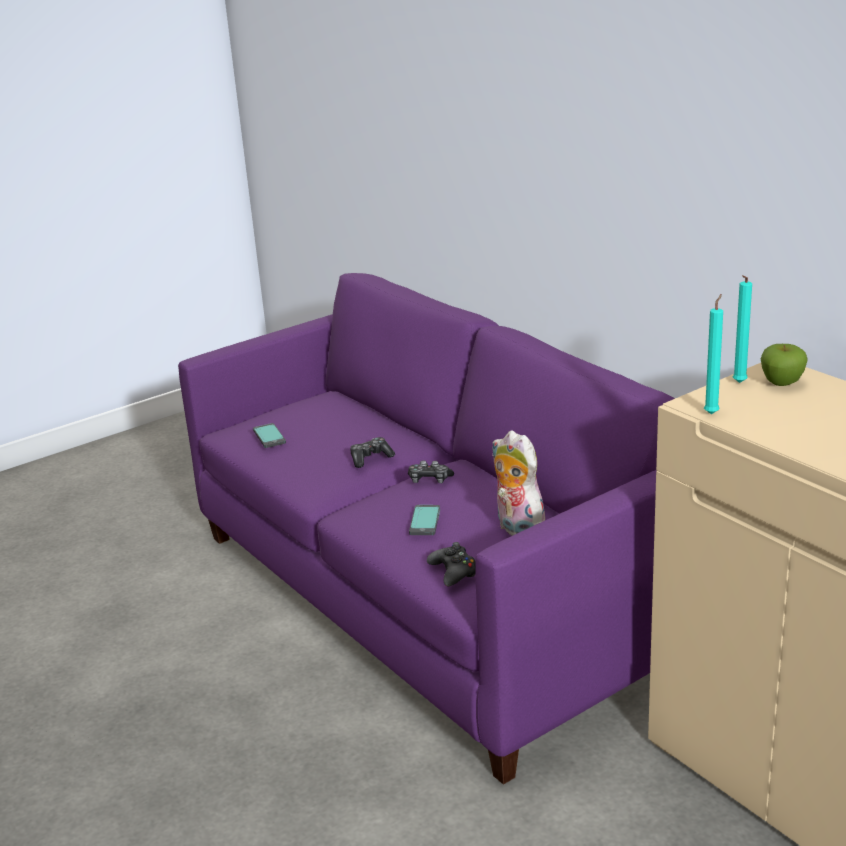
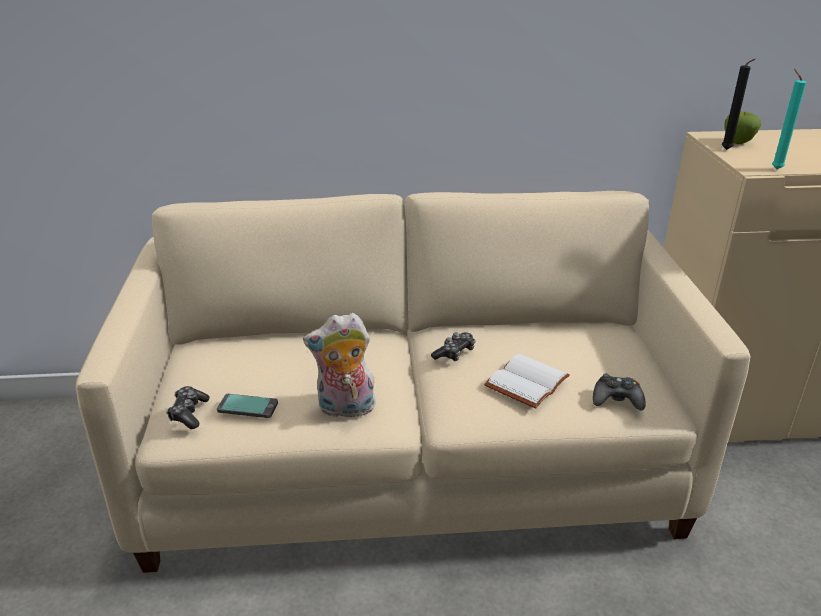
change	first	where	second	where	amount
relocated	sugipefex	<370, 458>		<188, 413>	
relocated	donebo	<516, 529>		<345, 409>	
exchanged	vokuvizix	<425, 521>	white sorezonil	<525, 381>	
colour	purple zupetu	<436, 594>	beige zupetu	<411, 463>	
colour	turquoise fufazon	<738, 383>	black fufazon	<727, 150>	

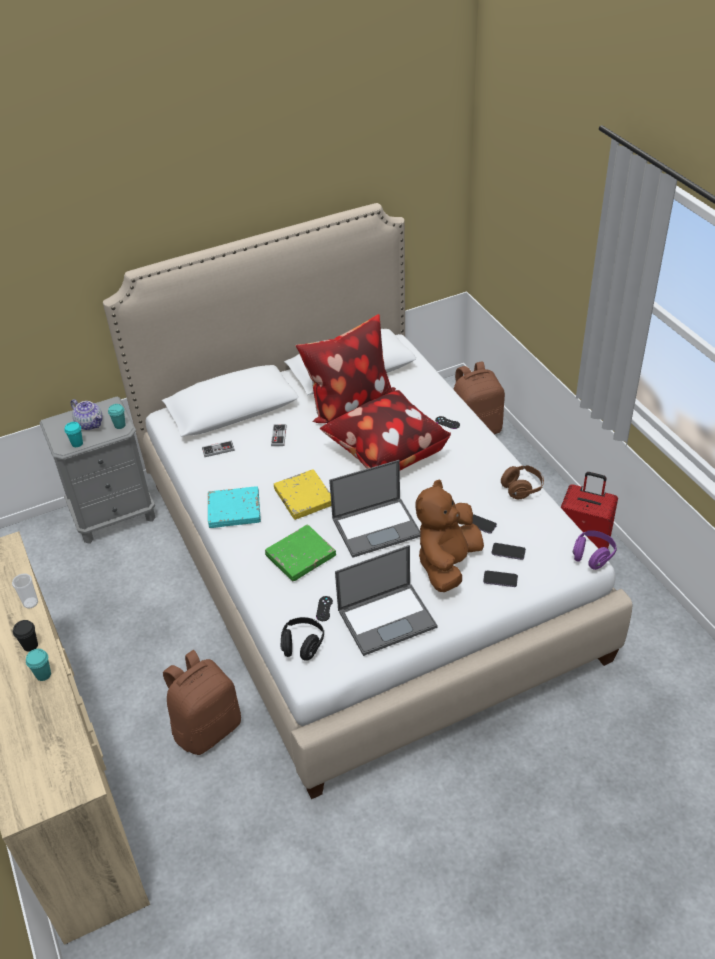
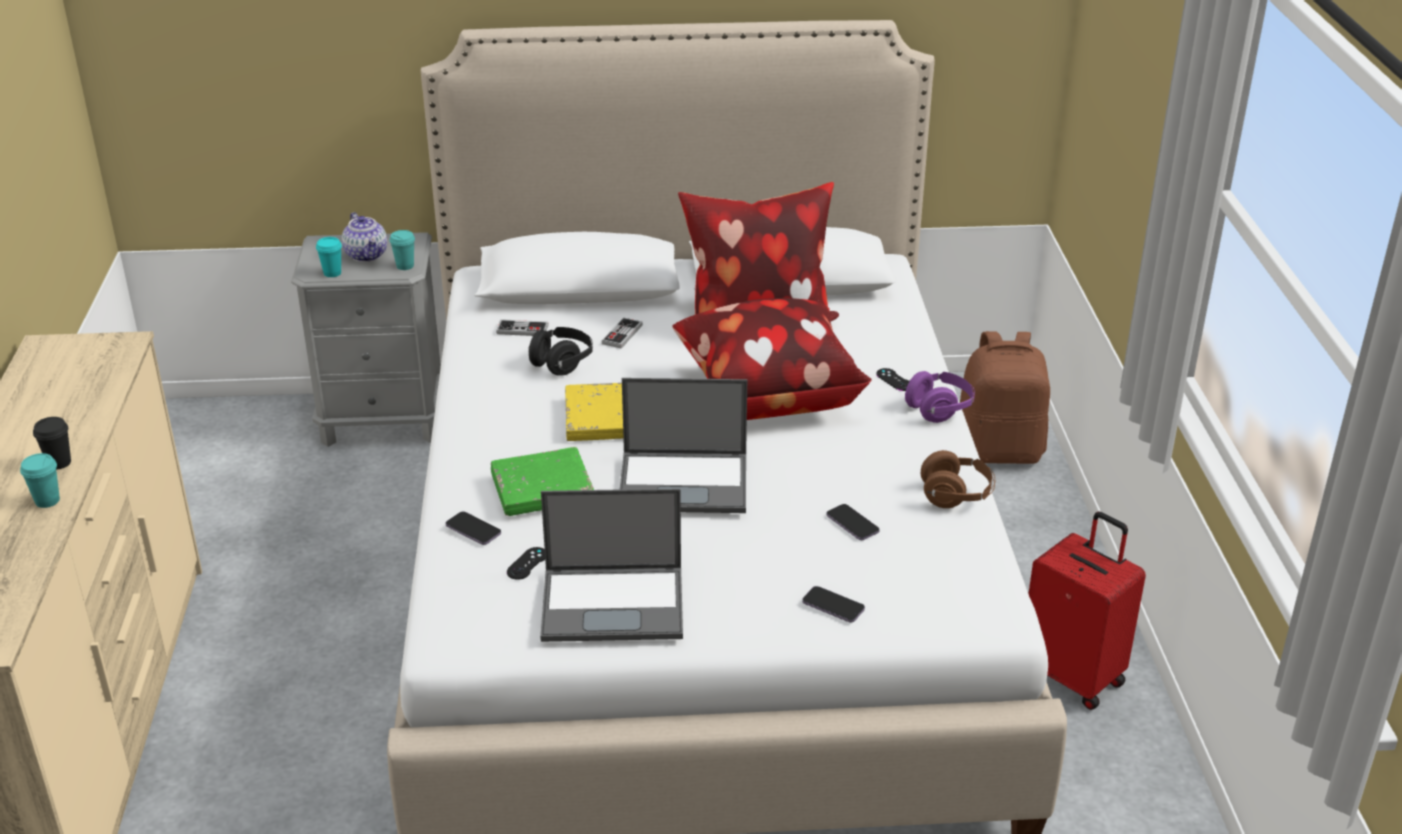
change	first	where	second	where	amount
missing	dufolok	<30, 603>			
missing	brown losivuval	<207, 727>			
missing	turquoise sorezonil	<234, 510>			
missing	brown donebo	<447, 564>			
relocated	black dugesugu	<302, 645>		<562, 363>	
relocated	vokuvizix	<508, 552>		<473, 530>	
relocated	purple dugesugu	<592, 556>		<939, 409>	

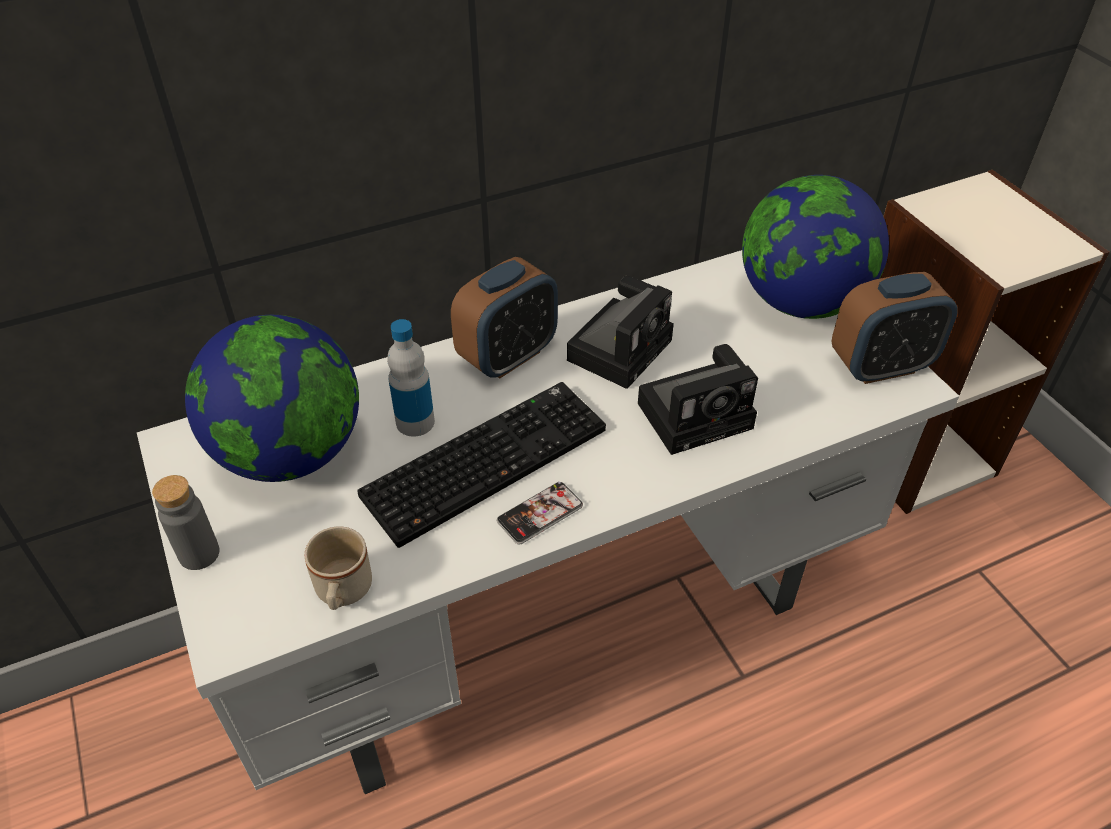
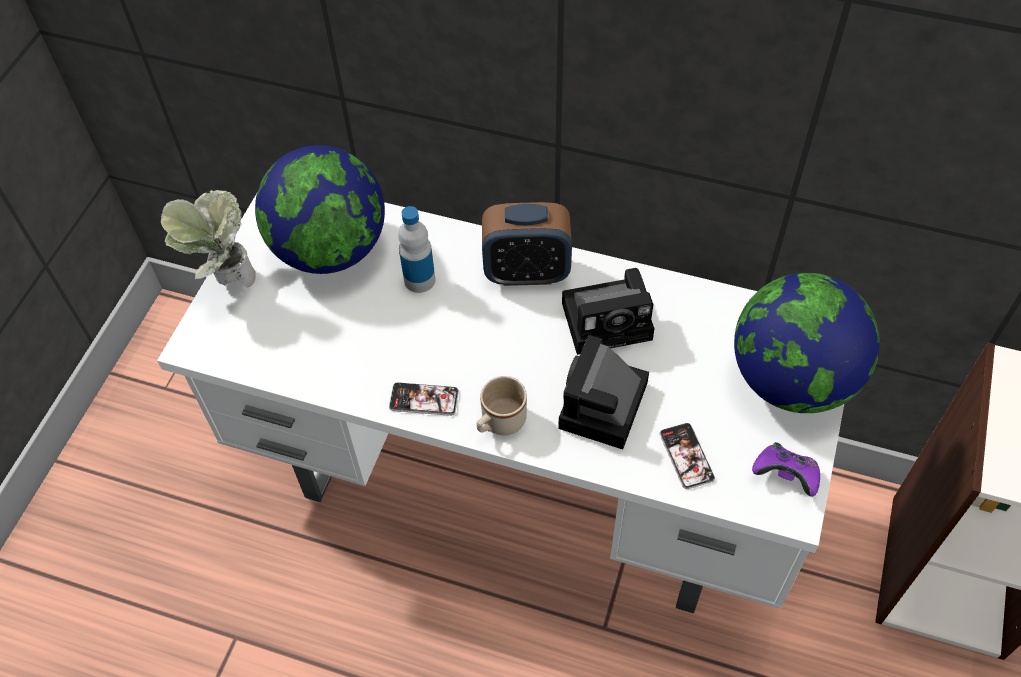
change	first	where	second	where	amount
missing	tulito	<486, 459>			
appeared			vokuvizix	<686, 456>	
relocated	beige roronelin	<343, 593>		<499, 423>	
exchanged	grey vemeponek	<199, 554>	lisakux	<227, 281>	
exchanged	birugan	<880, 366>	purple sugipefex	<785, 476>	
spun	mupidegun	<698, 414>		<603, 409>	90 degrees clockwise

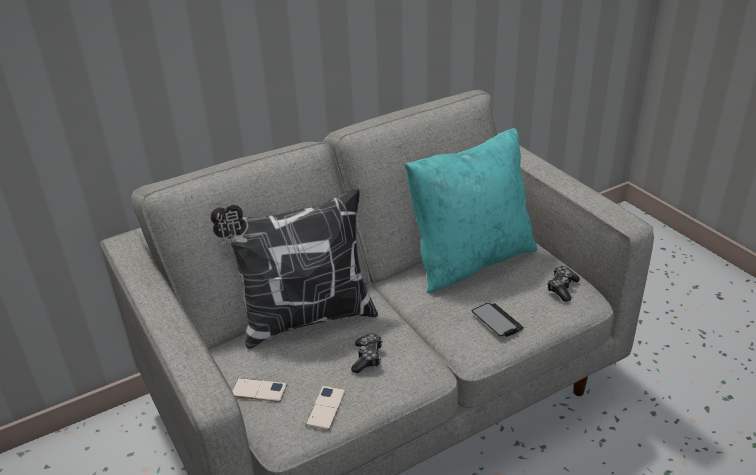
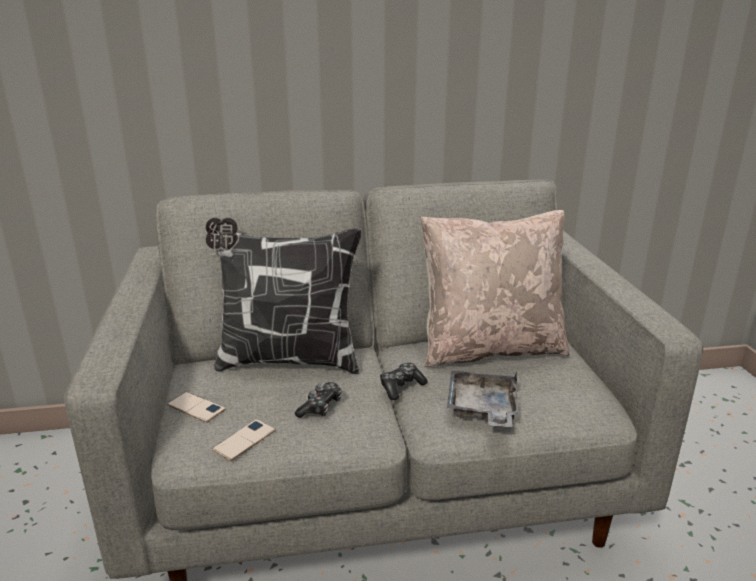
change	first	where	second	where	amount
relocated	sugipefex	<562, 288>		<401, 387>	
exchanged	vokuvizix	<497, 321>	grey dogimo	<482, 409>	
colour	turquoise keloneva	<470, 259>	beige keloneva	<490, 348>	

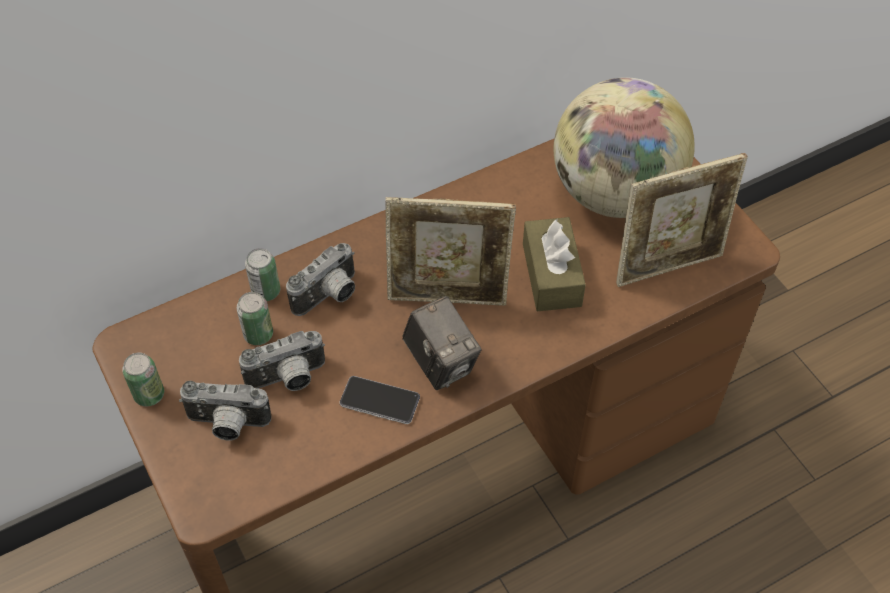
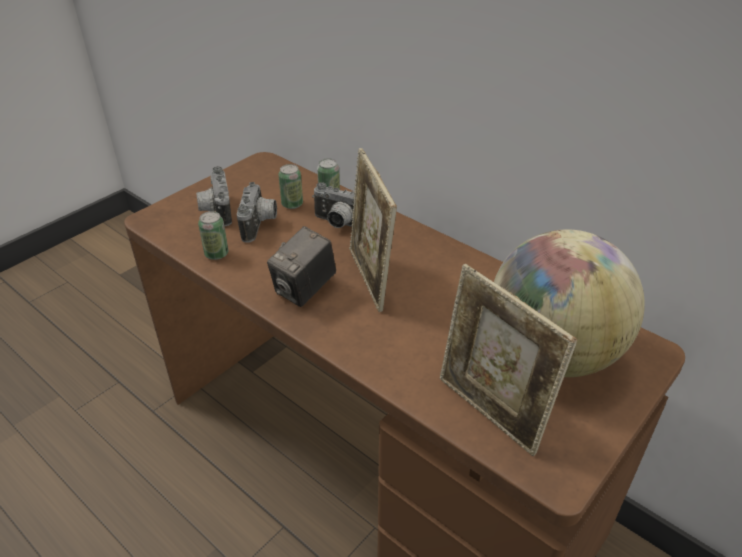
change	first	where	second	where	amount
missing	vokuvizix	<379, 401>			
missing	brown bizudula	<551, 275>			
relocated	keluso	<149, 394>		<216, 254>	
spun	mupidegun	<288, 379>		<260, 225>	135 degrees counterclockwise

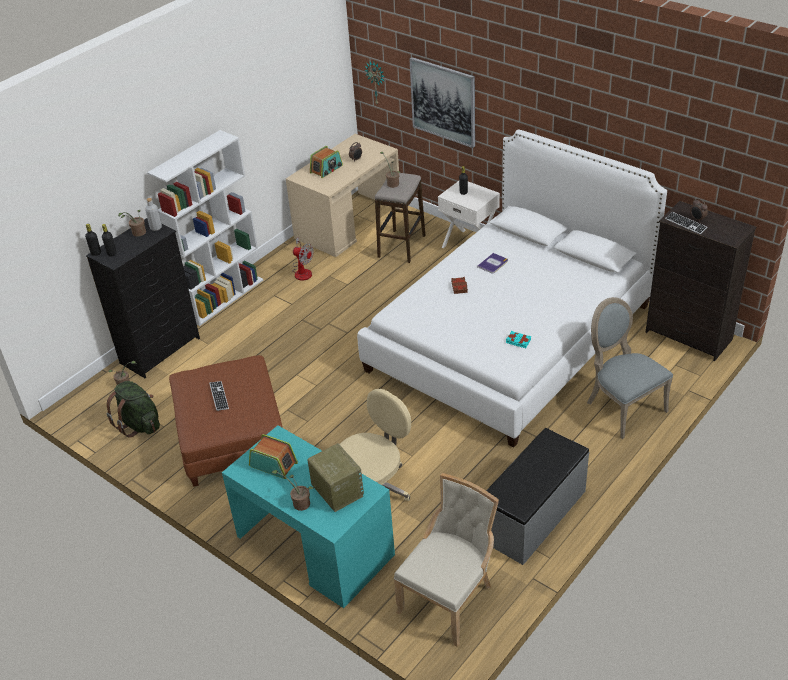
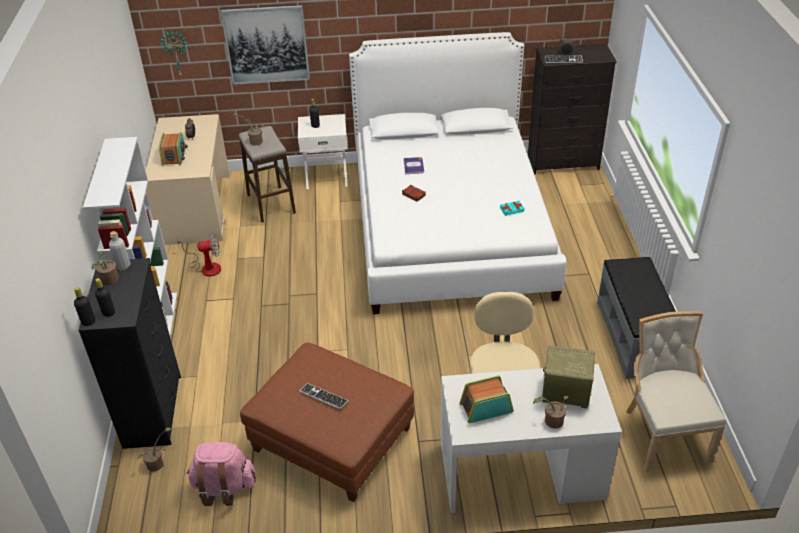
change	first	where	second	where	amount
missing	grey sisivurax	<622, 406>			
colour	green losivuval	<139, 424>	pink losivuval	<224, 487>	
colour	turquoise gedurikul	<315, 546>	white gedurikul	<521, 471>	

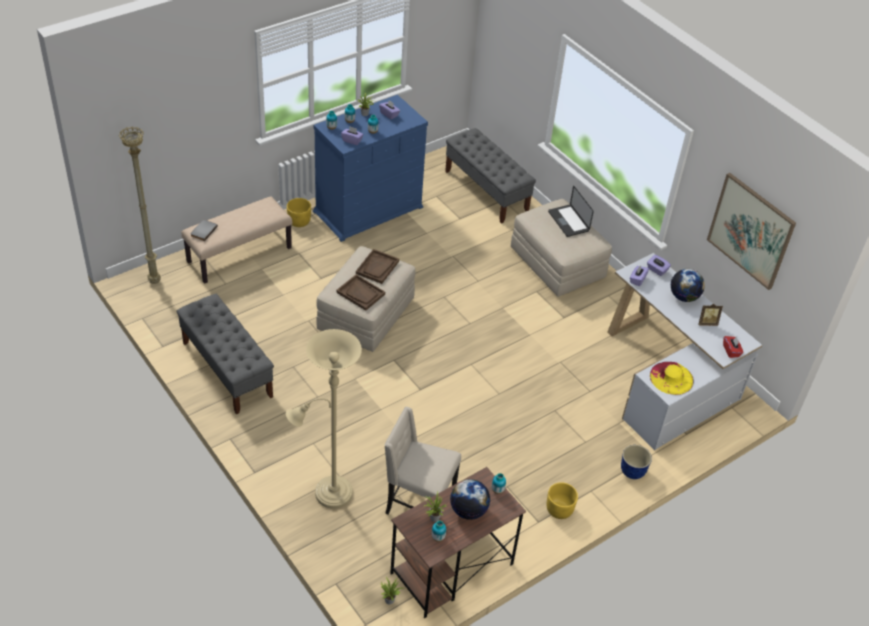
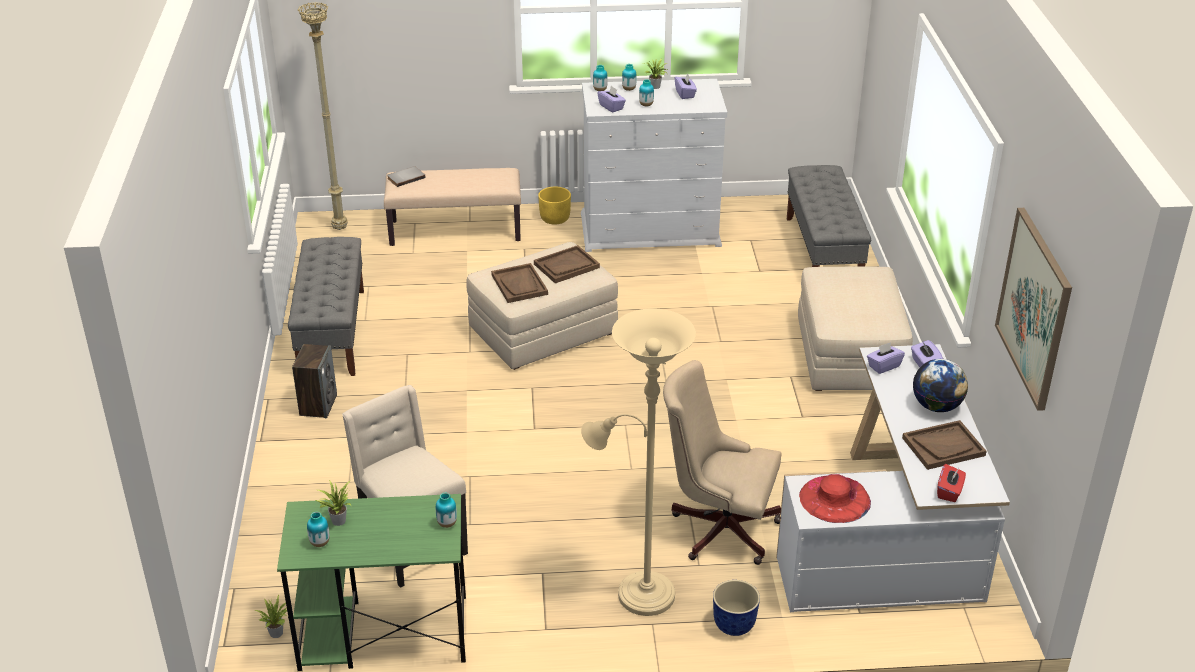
change	first	where	second	where	amount
missing	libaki	<468, 510>			
missing	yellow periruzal	<559, 510>			
missing	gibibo	<568, 221>			
appeared			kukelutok	<318, 405>	
appeared			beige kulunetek	<718, 527>	
relocated	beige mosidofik	<328, 493>		<638, 593>	
exchanged	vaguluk	<707, 323>	brown dogimo	<943, 446>	
colour	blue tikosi	<368, 209>	white tikosi	<650, 230>	
colour	brown gedurikul	<451, 569>	green gedurikul	<382, 633>	
colour	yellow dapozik	<671, 378>	red dapozik	<835, 498>	

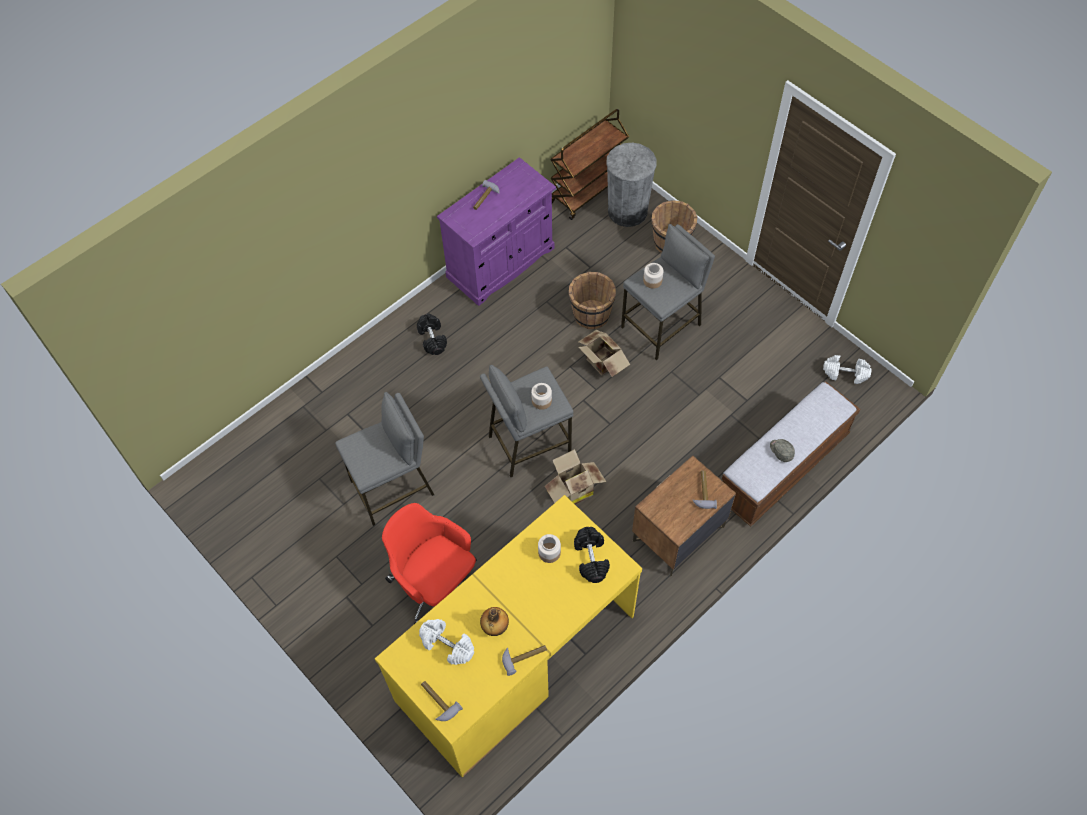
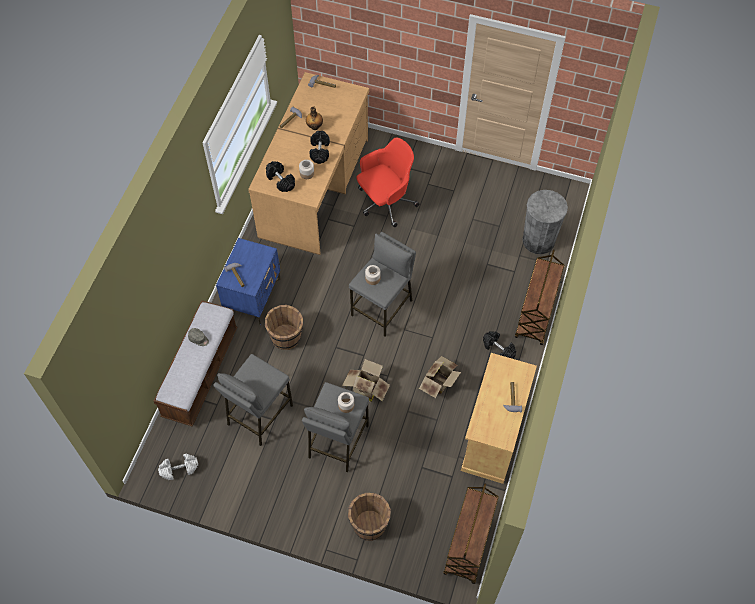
change	first	where	second	where	amount
missing	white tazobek	<447, 645>			
appeared			black tazobek	<319, 151>	
appeared			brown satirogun	<536, 315>	
relocated	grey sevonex	<393, 489>		<259, 414>	
relocated	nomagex	<573, 489>		<440, 383>	
relocated	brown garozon	<591, 314>		<286, 337>	
relocated	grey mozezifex	<627, 211>		<538, 240>	
colour	yellow gedurikul	<514, 656>	brown gedurikul	<315, 188>	
colour	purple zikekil	<501, 263>	beige zikekil	<493, 436>	
colour	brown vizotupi	<678, 534>	blue vizotupi	<253, 296>	
spun	red kulunetek	<435, 583>		<385, 202>	45 degrees counterclockwise

